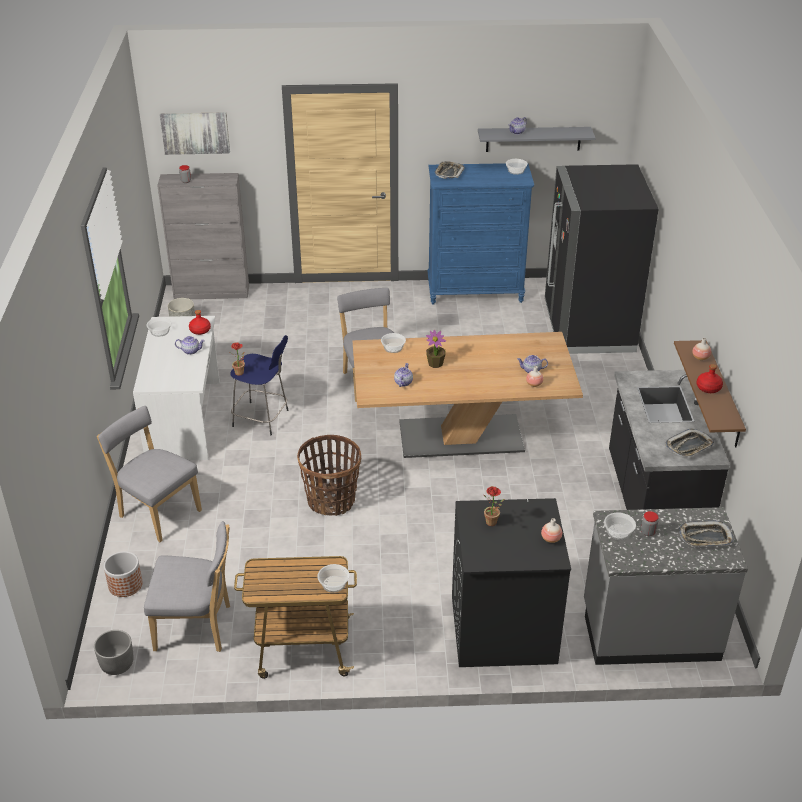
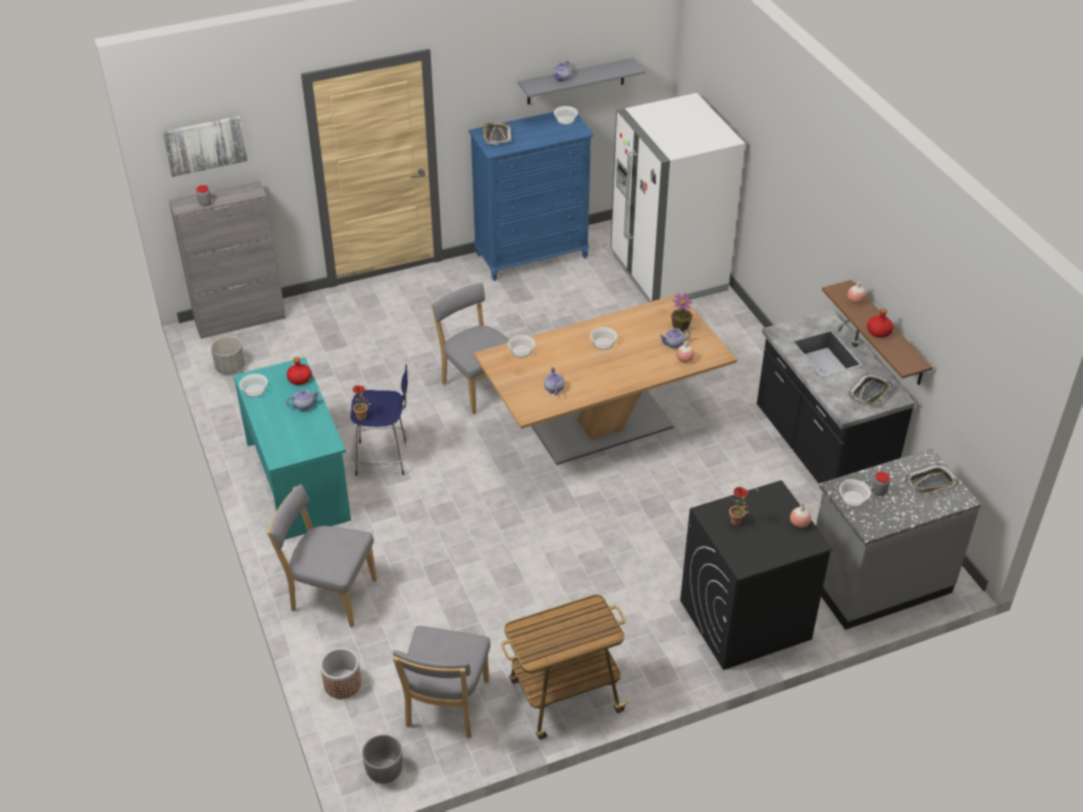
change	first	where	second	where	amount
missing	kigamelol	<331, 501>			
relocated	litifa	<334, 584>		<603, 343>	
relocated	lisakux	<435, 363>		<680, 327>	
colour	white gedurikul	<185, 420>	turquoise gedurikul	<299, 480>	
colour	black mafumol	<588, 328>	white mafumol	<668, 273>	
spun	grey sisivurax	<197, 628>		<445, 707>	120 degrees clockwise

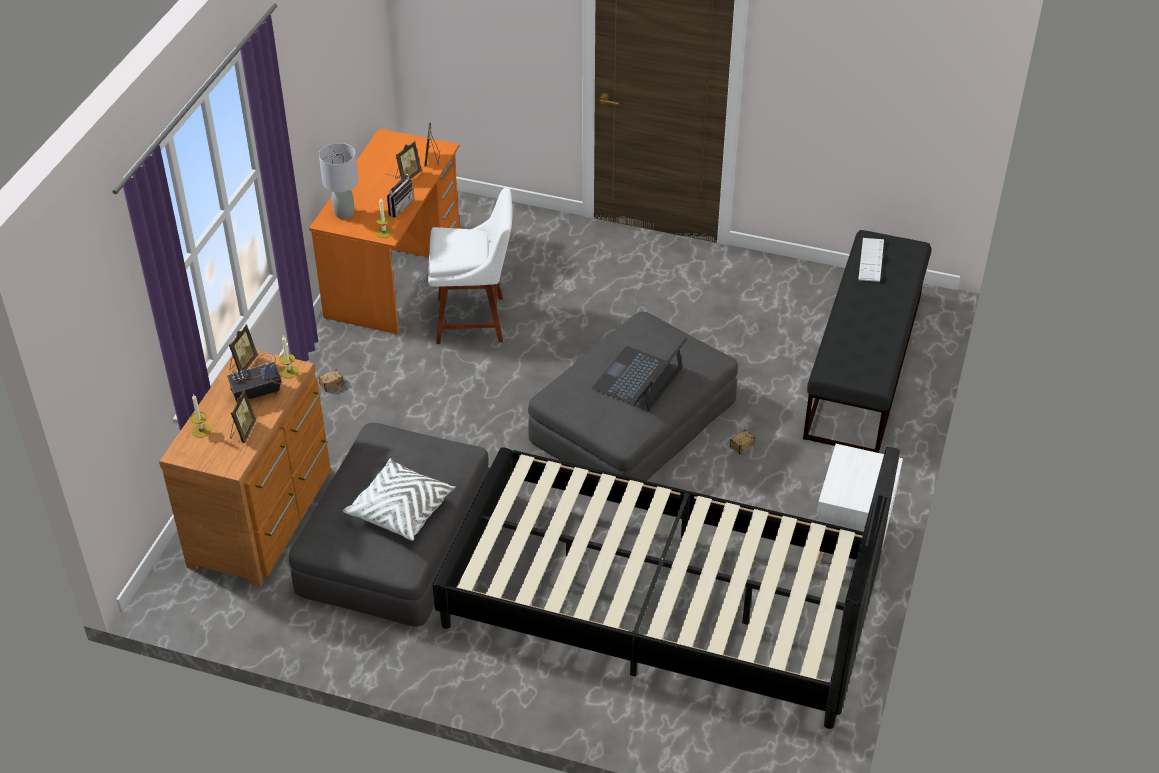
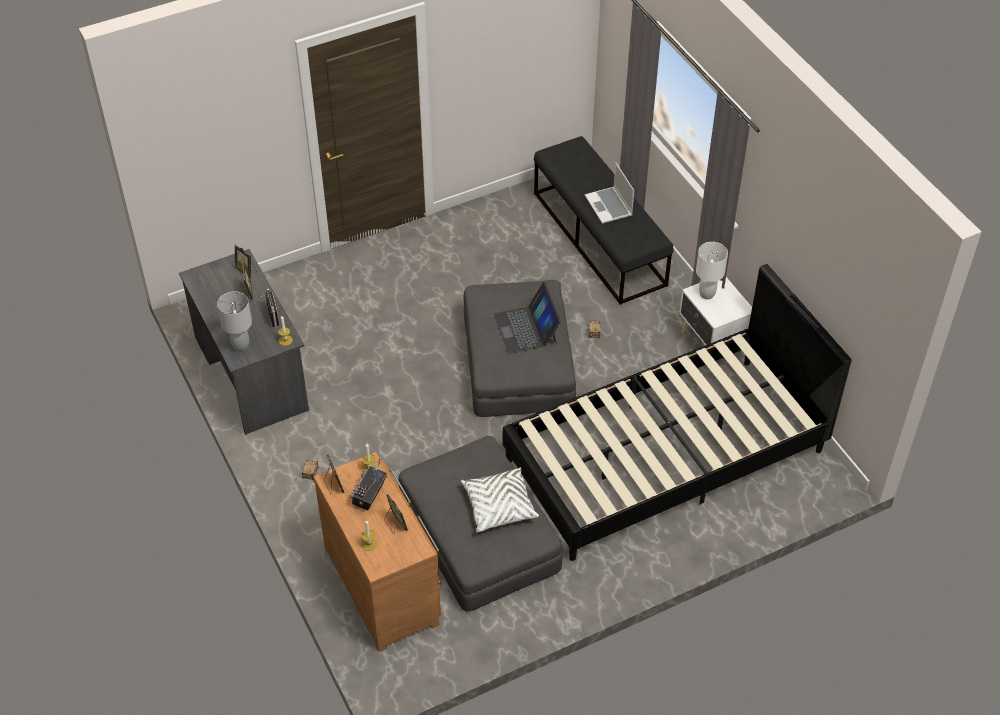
change	first	where	second	where	amount
missing	white sisivurax	<475, 320>			
missing	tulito	<871, 260>			
appeared			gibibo	<609, 206>	
appeared			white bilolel	<707, 294>	
colour	orange gedurikul	<394, 274>	grey gedurikul	<251, 373>	

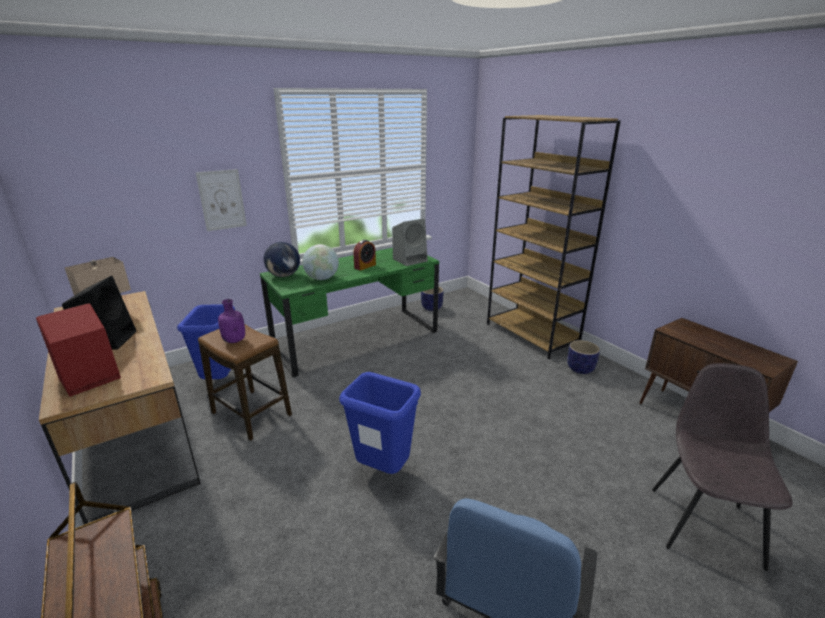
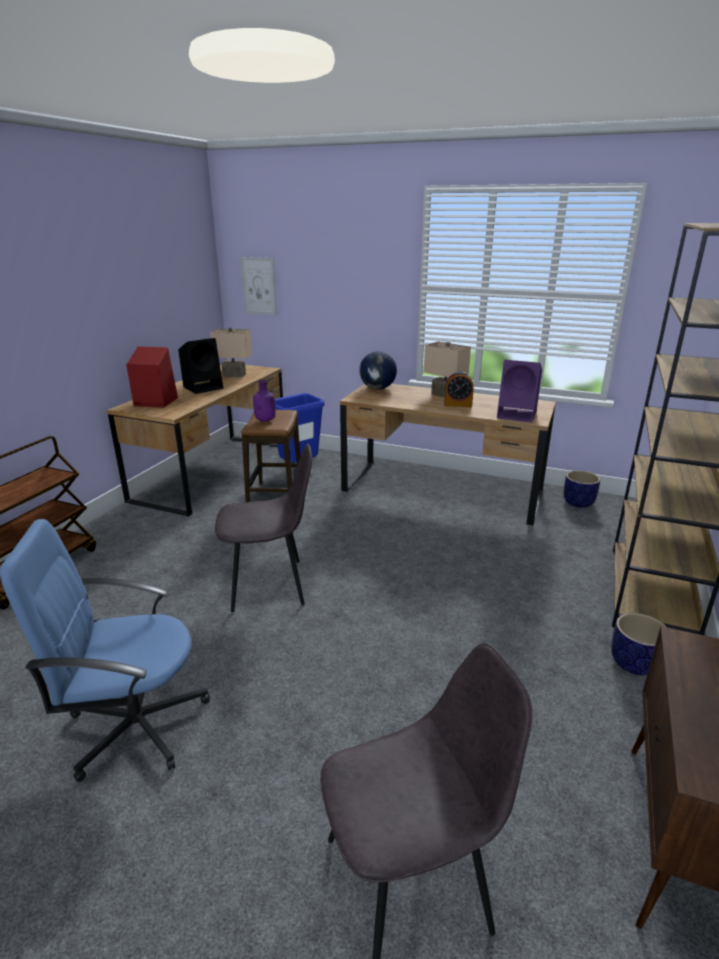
change	first	where	second	where	amount
missing	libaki	<322, 279>			
appeared			beige bilolel	<443, 395>	
relocated	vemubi	<222, 200>		<259, 286>	
exchanged	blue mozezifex	<383, 471>	grey sisivurax	<270, 585>	
colour	green gedurikul	<357, 339>	brown gedurikul	<441, 491>	
colour	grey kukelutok	<410, 260>	purple kukelutok	<518, 415>	

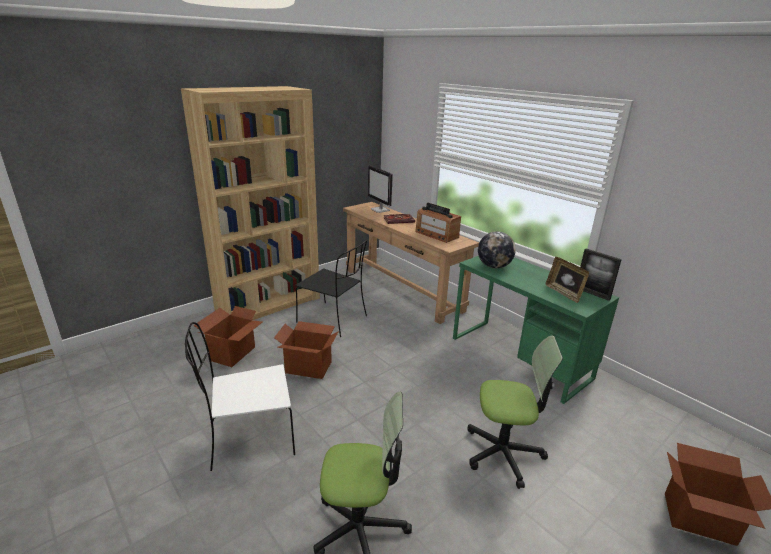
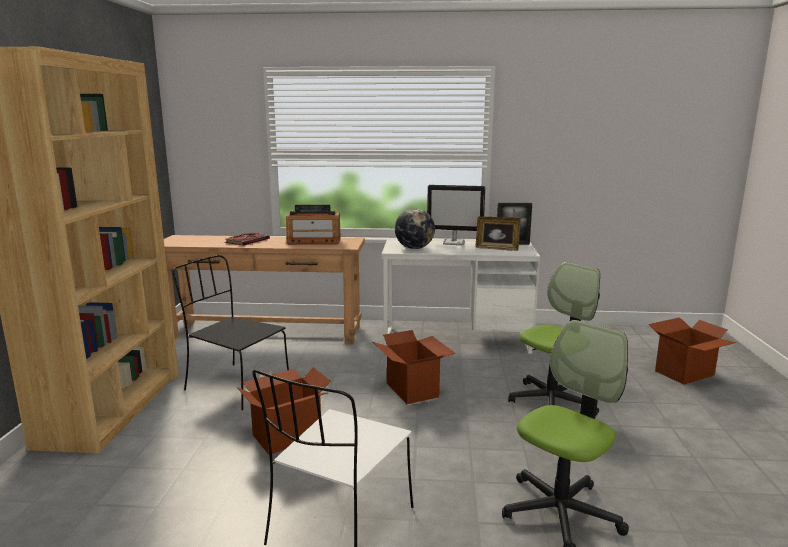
change	first	where	second	where	amount
relocated	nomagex	<233, 353>		<413, 390>	
relocated	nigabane	<380, 210>		<454, 243>	
colour	green gedurikul	<519, 358>	white gedurikul	<456, 339>	
spun	black sisivurax	<333, 319>		<235, 385>	135 degrees counterclockwise

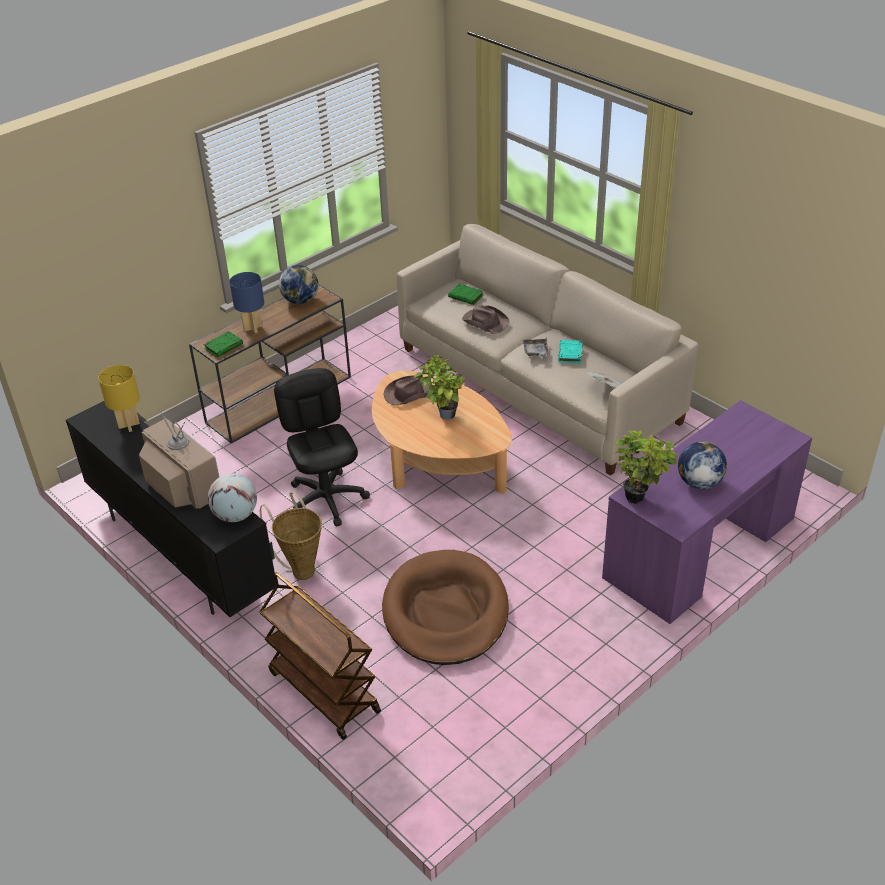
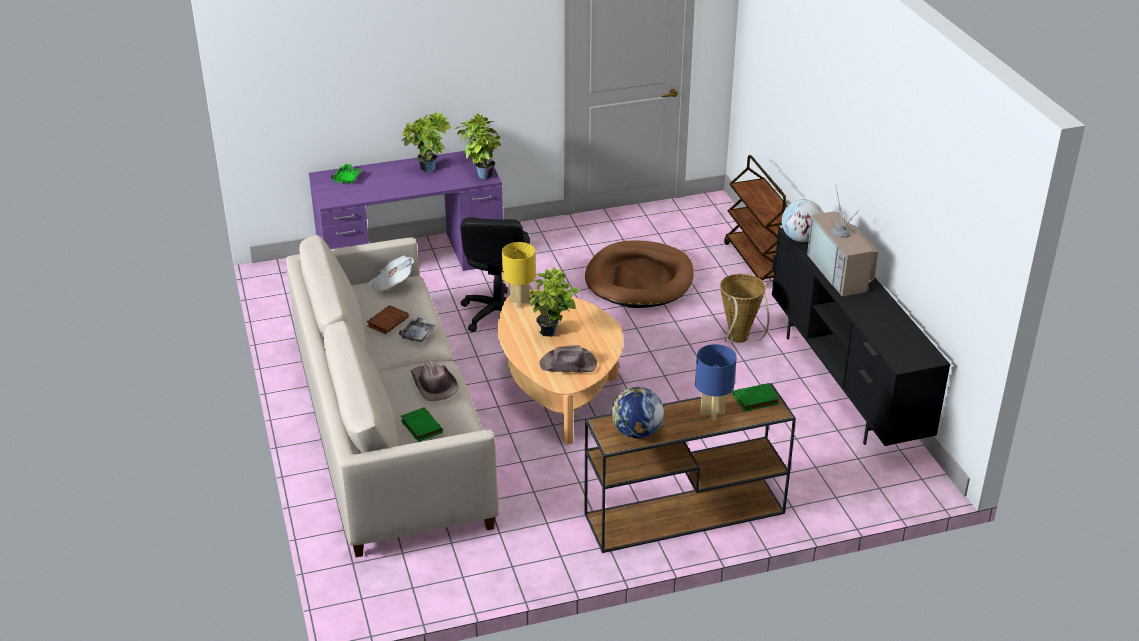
change	first	where	second	where	amount
appeared			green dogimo	<347, 178>	
relocated	yellow bilolel	<129, 425>		<519, 302>	
relocated	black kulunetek	<326, 499>		<498, 314>	
exchanged	libaki	<699, 483>	lisakux	<428, 171>	
colour	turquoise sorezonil	<570, 354>	brown sorezonil	<388, 322>	

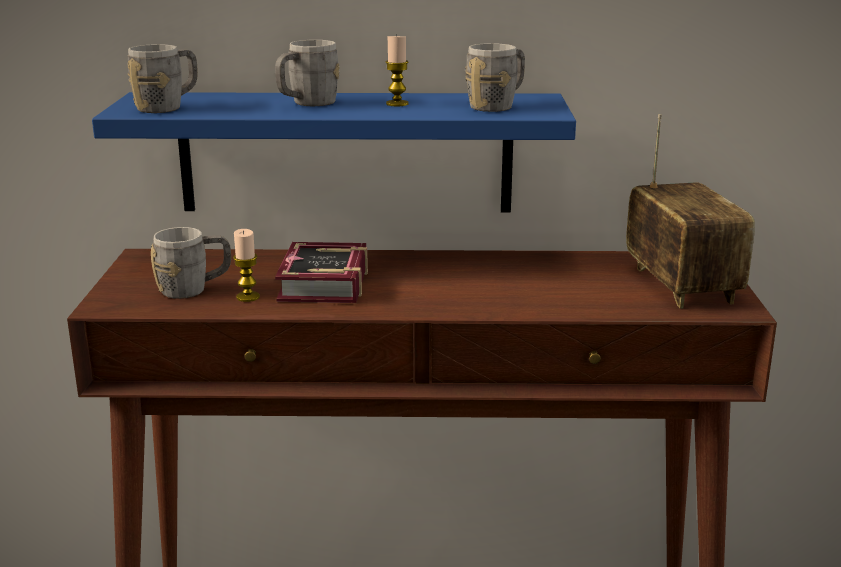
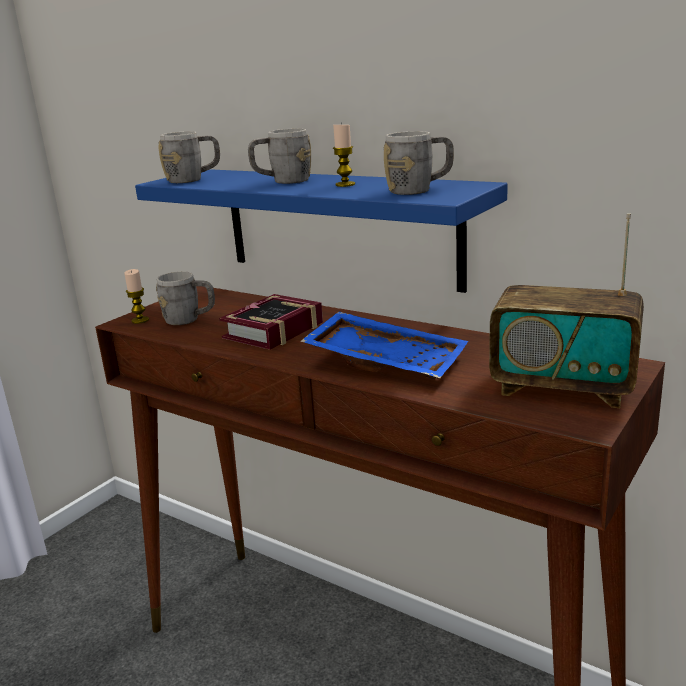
change	first	where	second	where	amount
appeared			blue dogimo	<387, 361>	
relocated	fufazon	<248, 297>		<140, 320>	
spun	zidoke	<681, 286>		<563, 388>	90 degrees clockwise

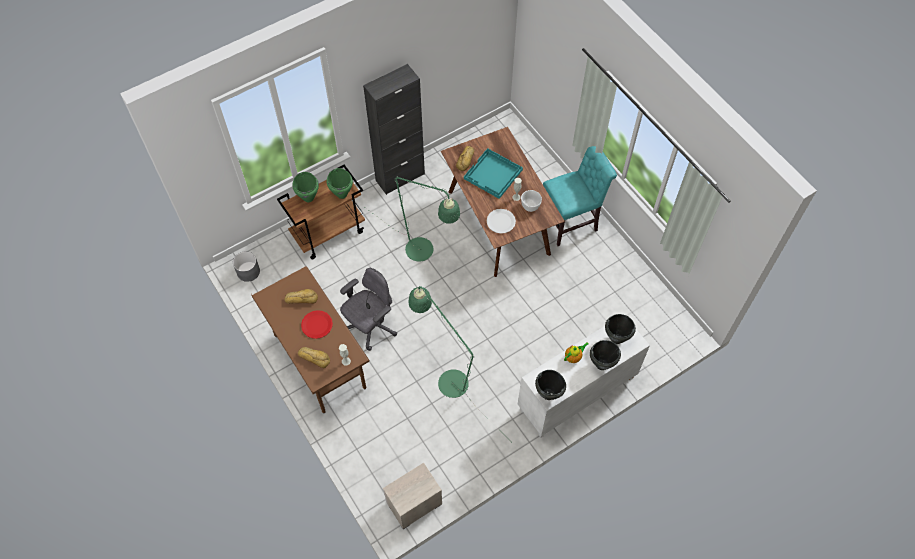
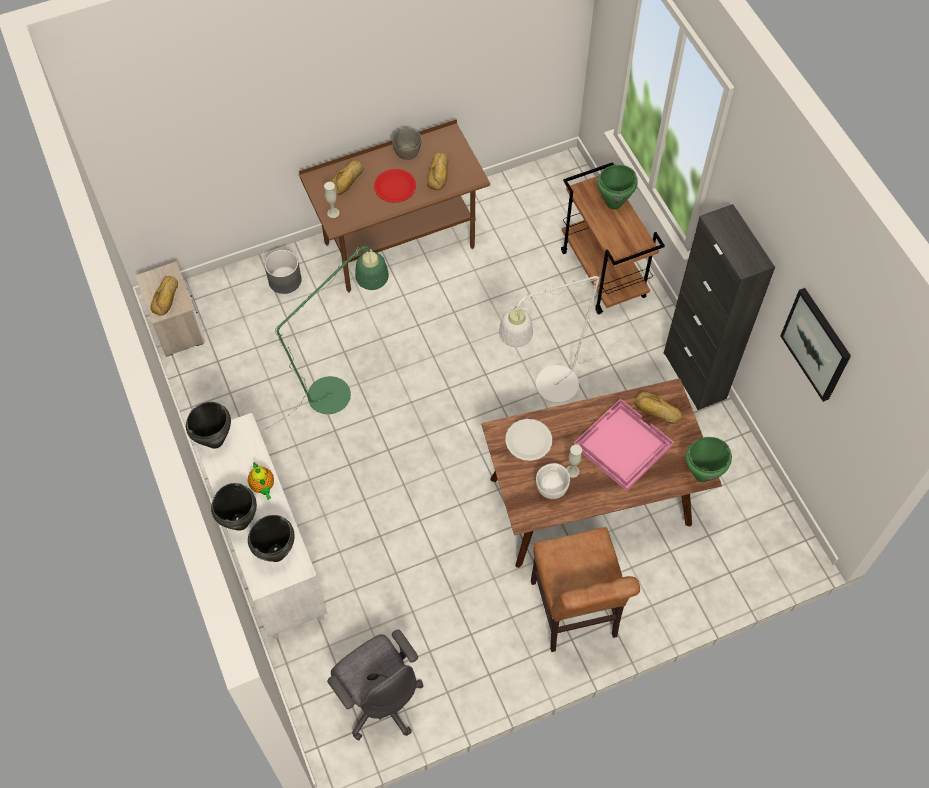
change	first	where	second	where	amount
appeared			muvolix	<166, 297>	
appeared			grey litifa	<407, 152>	
appeared			vemubi	<816, 344>	
relocated	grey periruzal	<248, 271>		<284, 280>	
relocated	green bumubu	<342, 194>		<702, 475>	
relocated	grey kulunetek	<371, 327>		<380, 699>	
colour	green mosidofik	<425, 253>	white mosidofik	<548, 390>	
colour	turquoise dogimo	<493, 175>	pink dogimo	<622, 445>	
colour	turquoise sisivurax	<571, 222>	brown sisivurax	<575, 614>	

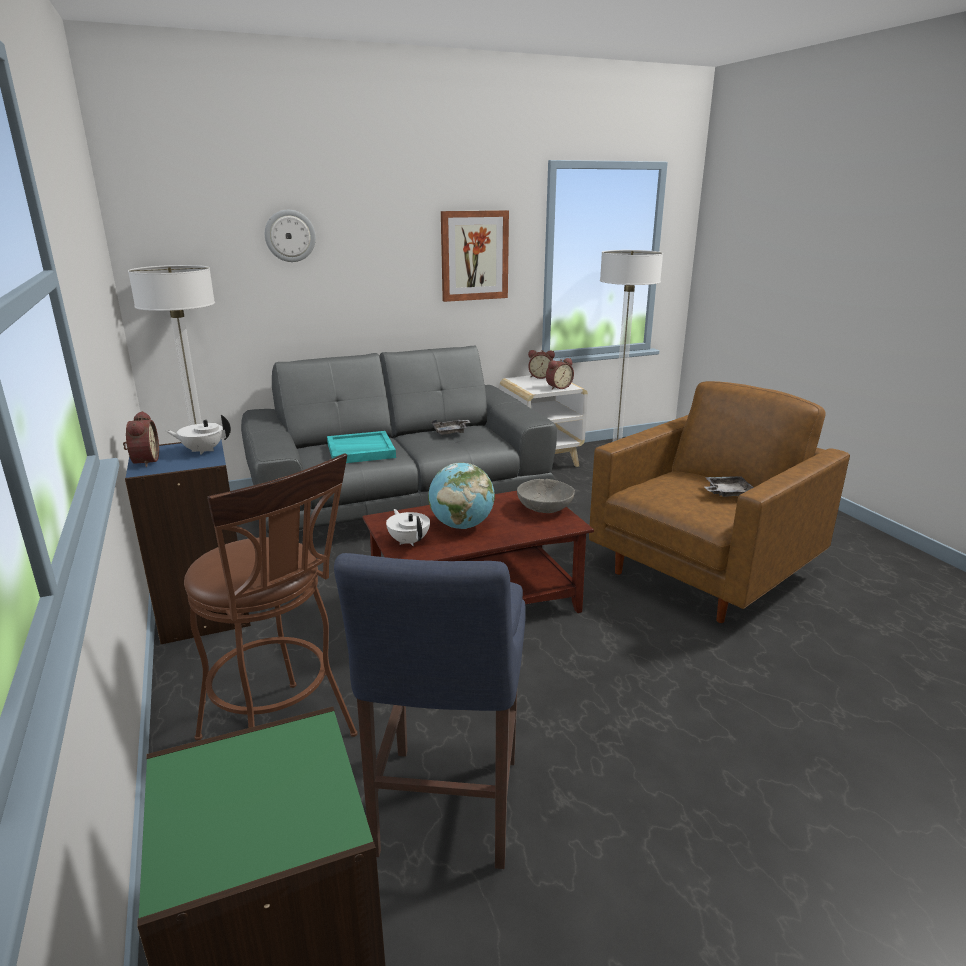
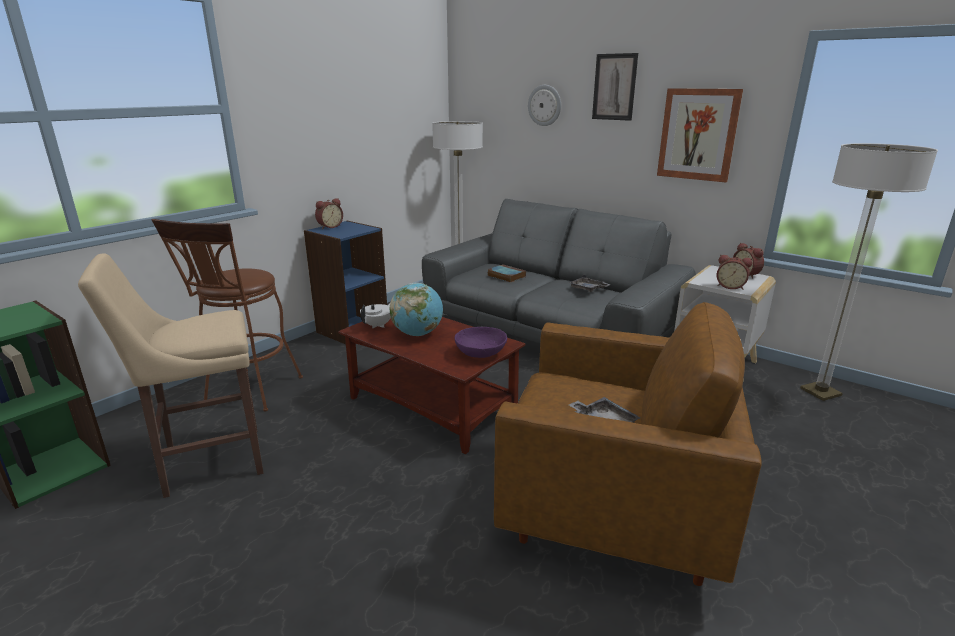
change	first	where	second	where	amount
missing	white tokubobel	<202, 451>			
appeared			vemubi	<614, 87>	
exchanged	turquoise dogimo	<360, 451>	sorezonil	<505, 276>	
colour	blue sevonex	<444, 812>	beige sevonex	<207, 462>	
colour	grey litifa	<544, 509>	purple litifa	<480, 353>	

